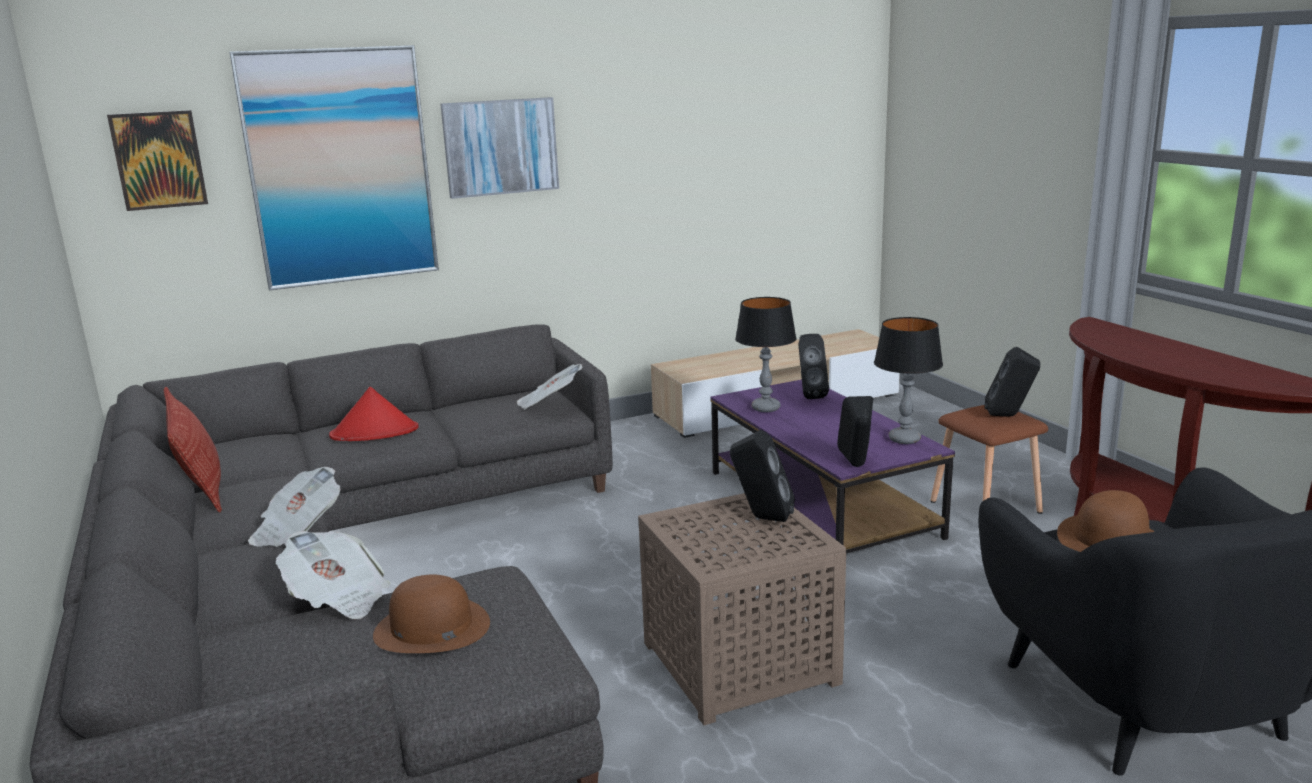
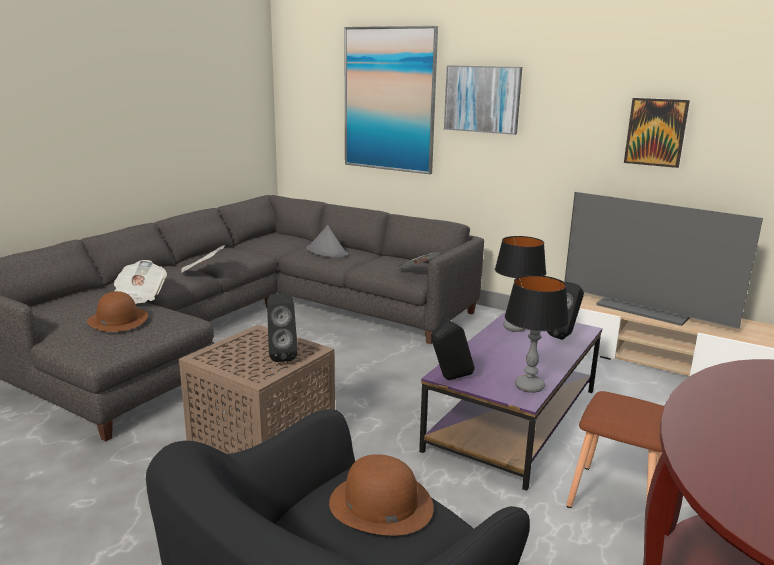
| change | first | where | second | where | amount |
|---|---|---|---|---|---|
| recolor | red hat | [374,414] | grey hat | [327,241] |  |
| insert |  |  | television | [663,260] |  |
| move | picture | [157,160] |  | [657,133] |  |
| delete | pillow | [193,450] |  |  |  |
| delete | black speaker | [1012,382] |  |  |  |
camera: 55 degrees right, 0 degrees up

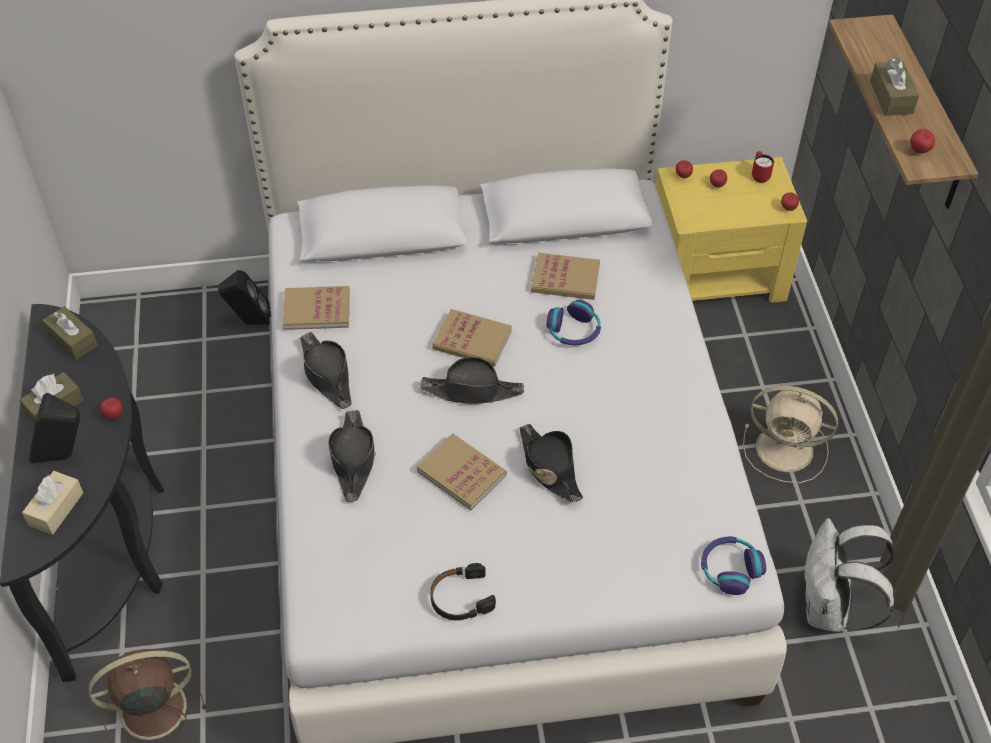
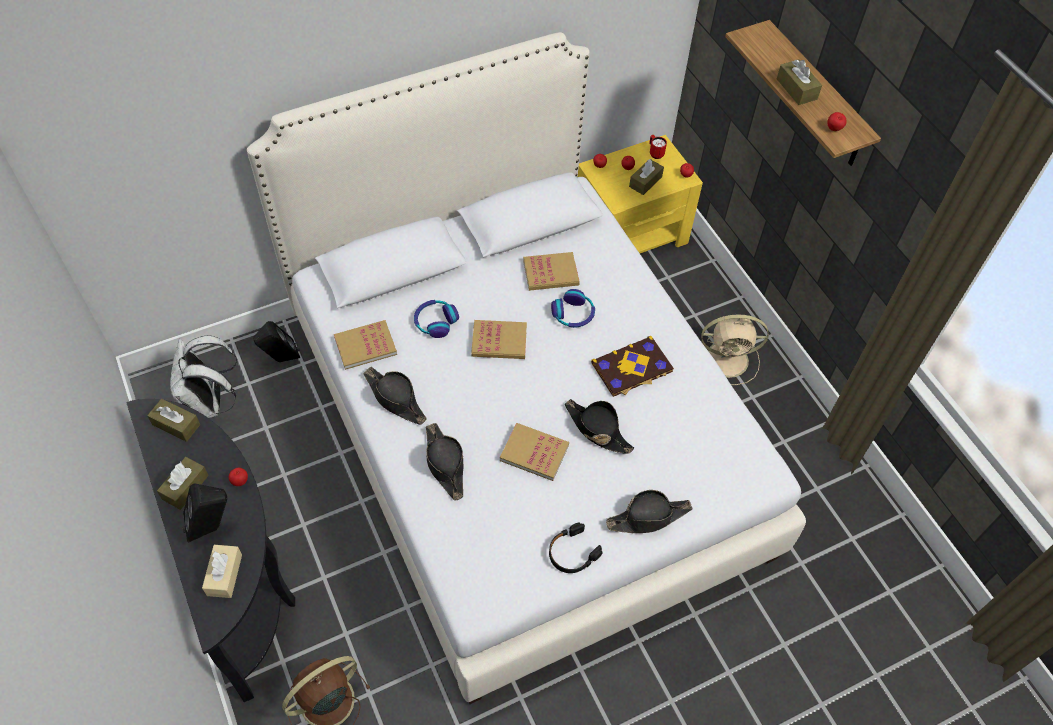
| change | first | where | second | where | amount |
|---|---|---|---|---|---|
| move | white backpack | [848,575] |  | [203,376] |  |
| move | headphones | [733,565] |  | [436,319] |  |
| insert |  |  | book | [632,366] |  |
| move | black hat | [472,380] |  | [649,511] |  |
| insert |  |  | brown tissue box | [646,177] |  |
camera: 20 degrees left, 5 degrees up

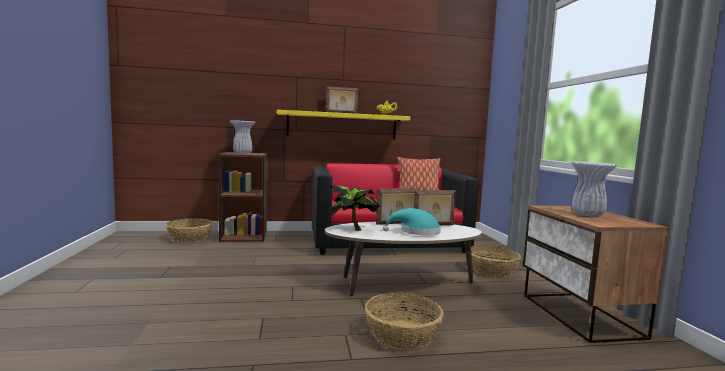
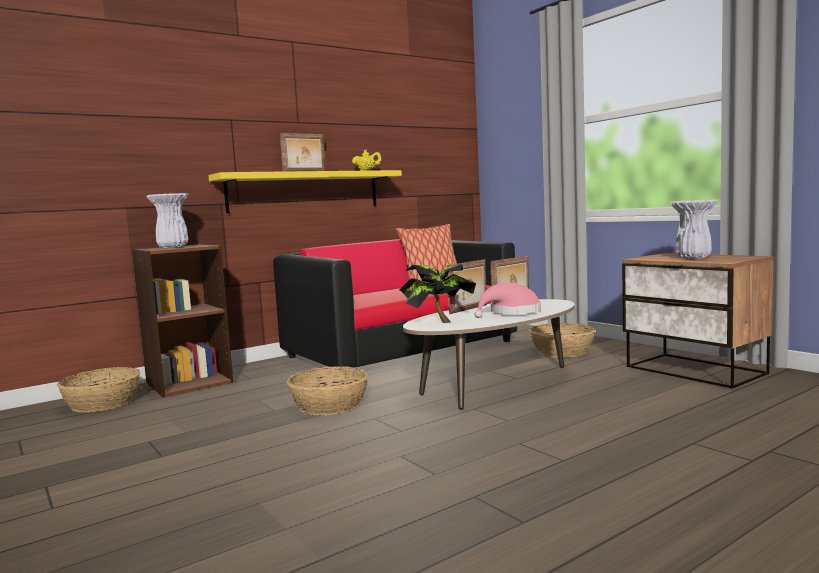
| change | first | where | second | where | amount |
|---|---|---|---|---|---|
| move | basket | [404,321] |  | [328,390] |  |
| recolor | turquoise hat | [412,221] | pink hat | [508,300] |  |
camera: 25 degrees left, 0 degrees up

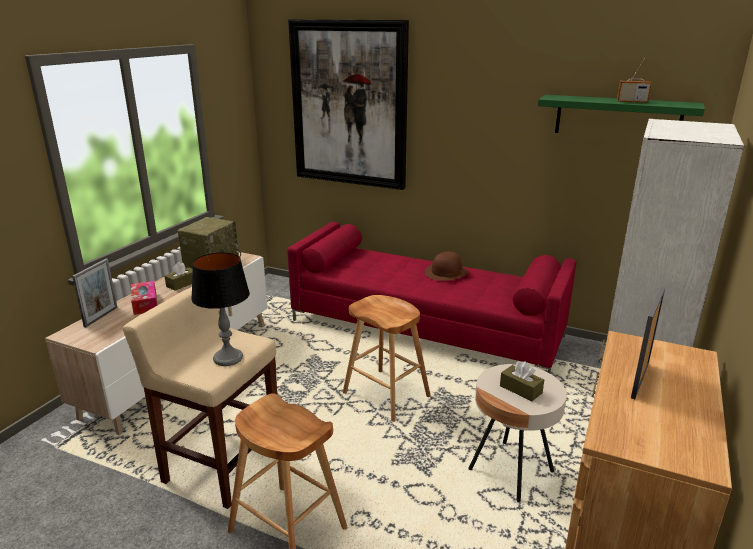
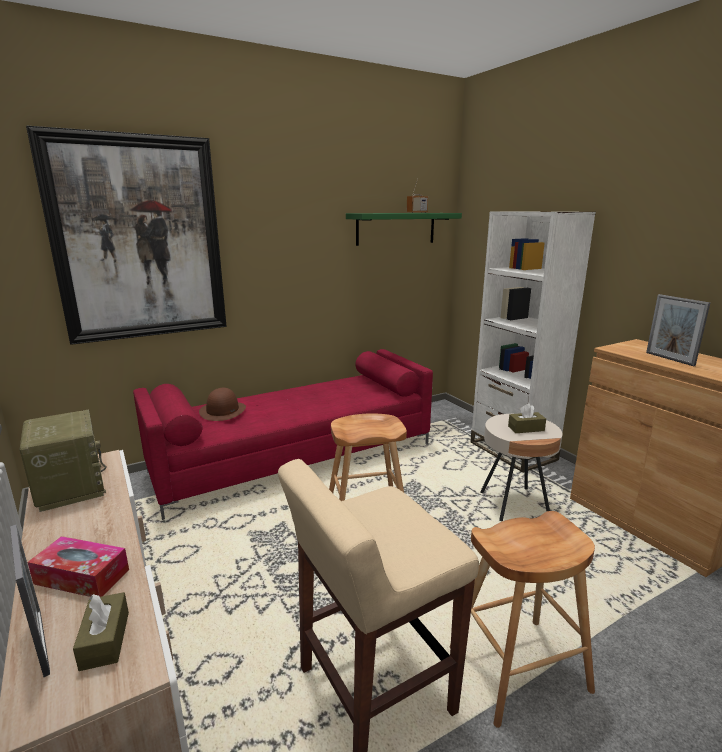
| change | first | where | second | where | amount |
|---|---|---|---|---|---|
| move | brown tissue box | [179,276] |  | [101,631] |  |
| move | brown hat | [446,266] |  | [222,404] |  |
| delete | table lamp | [220,309] |  |  |  |
camera: 55 degrees left, 5 degrees down

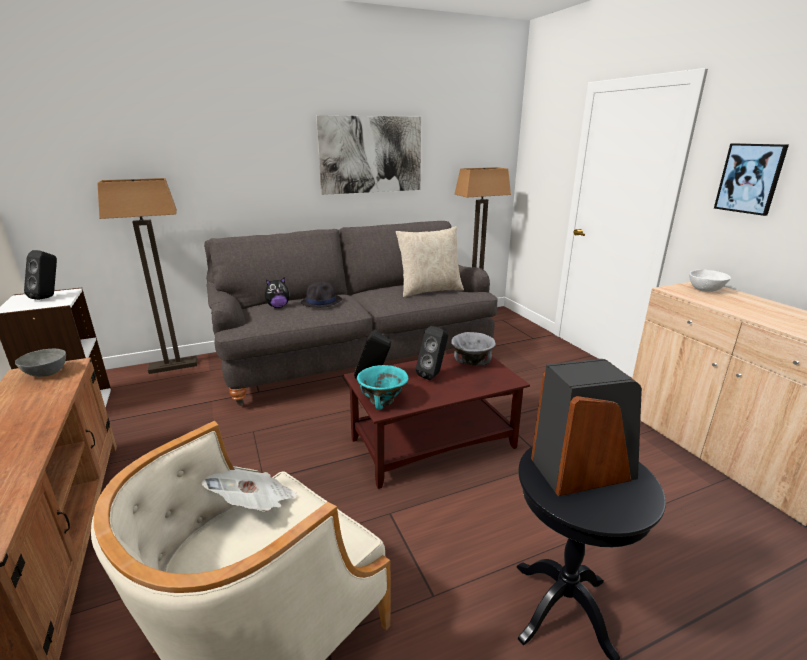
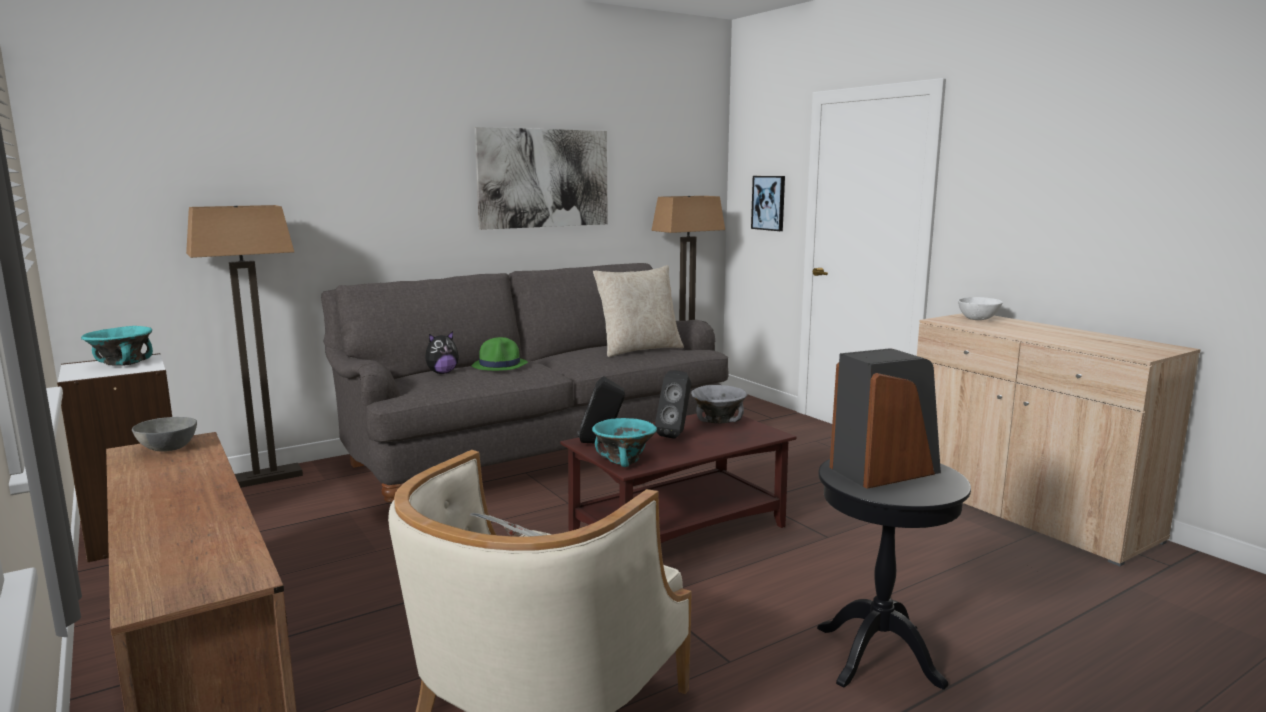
| change | first | where | second | where | amount |
|---|---|---|---|---|---|
| replace | black speaker | [40,275] | turquoise bowl | [117,346] |  |
| recolor | black hat | [321,294] | green hat | [500,354] |  |
| move | picture | [751,179] |  | [768,203] |  |
camera: 10 degrees left, 10 degrees down

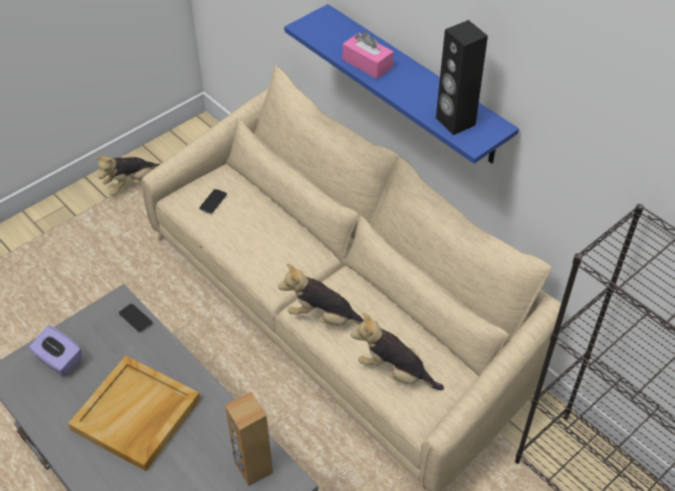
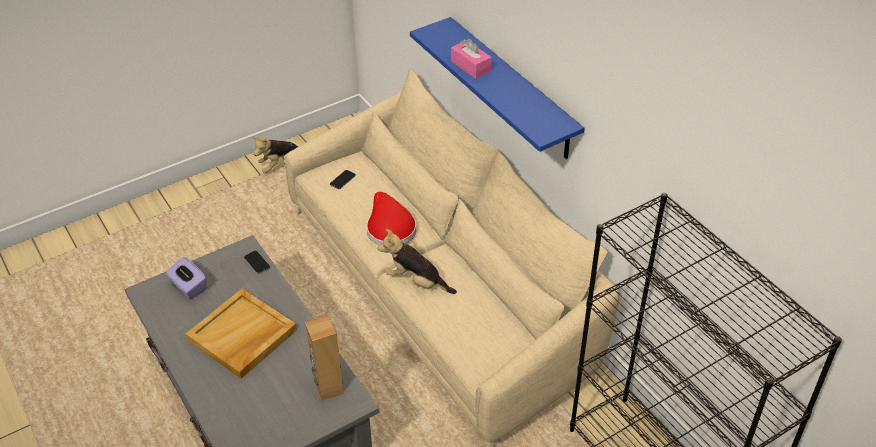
| change | first | where | second | where | amount |
|---|---|---|---|---|---|
| insert |  |  | red hat | [391,218] |  |
| delete | plush toy | [397,351] |  |  |  |
| delete | black speaker | [462,77] |  |  |  |
camera: 10 degrees right, 5 degrees down

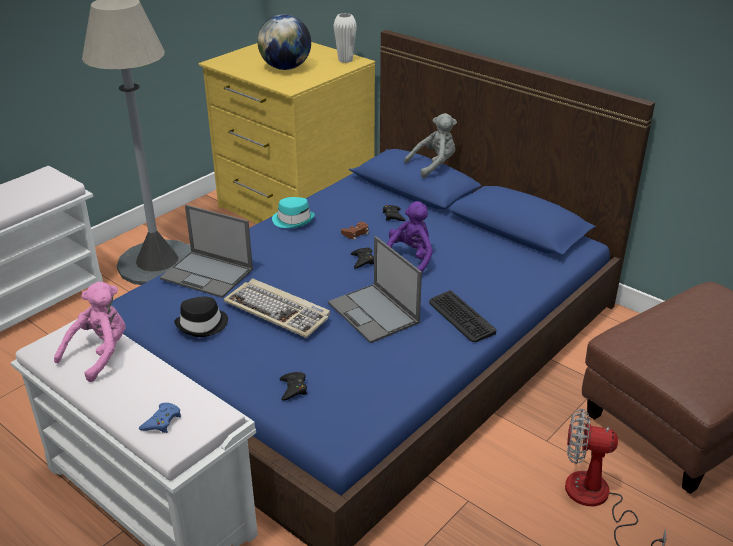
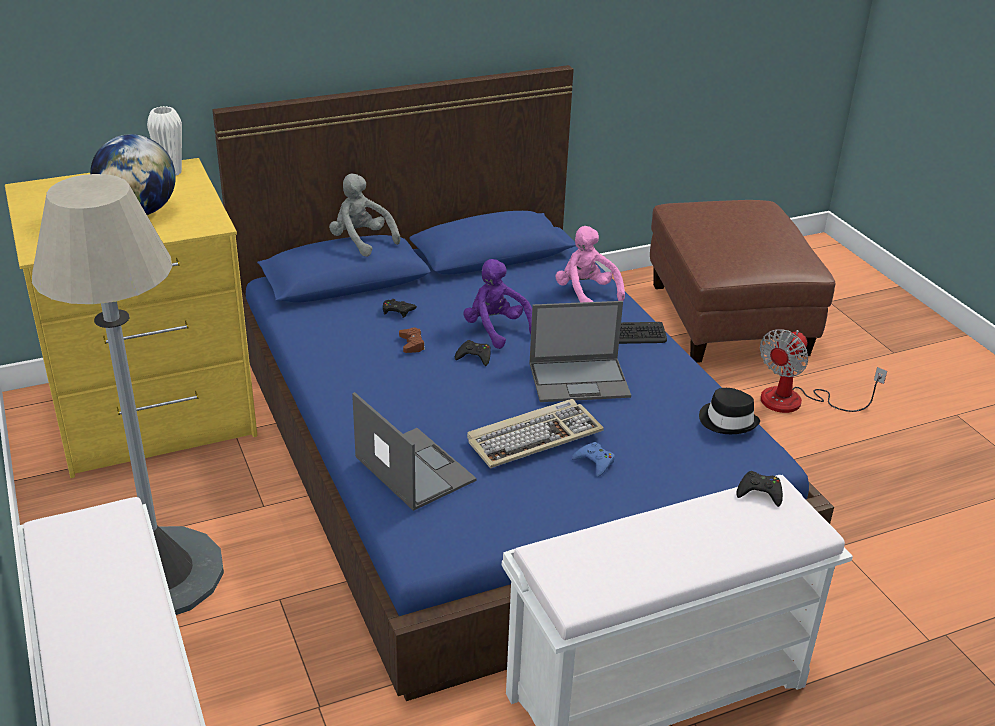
| change | first | where | second | where | amount |
|---|---|---|---|---|---|
| rotate | grey plush toy | [430,145] |  | [364,215] | 45 degrees counterclockwise |
| rotate | laptop | [206,251] |  | [414,451] | 90 degrees counterclockwise |
| move | pink plush toy | [90,332] |  | [590,264] |  |
| move | blue game controller | [160,418] |  | [593,459] |  |
| move | black hat | [201,317] |  | [729,411] |  |
| move | black game controller | [293,386] |  | [759,489] |  |
| delete | turquoise hat | [293,212] |  |  |  |
camera: 65 degrees left, 0 degrees up

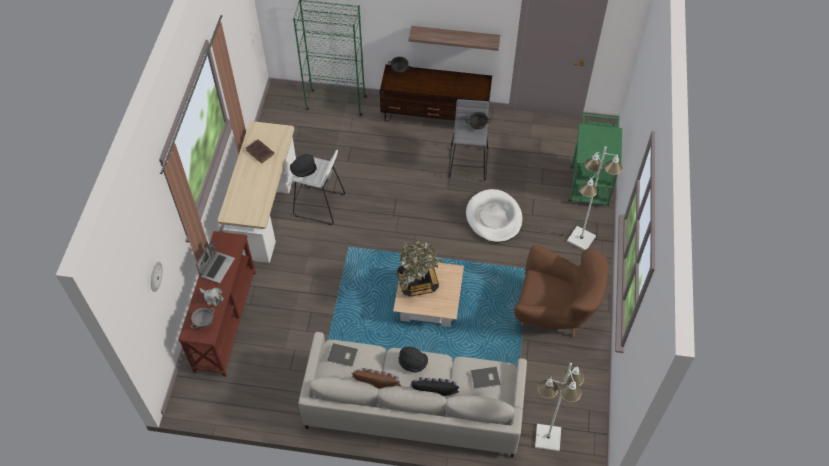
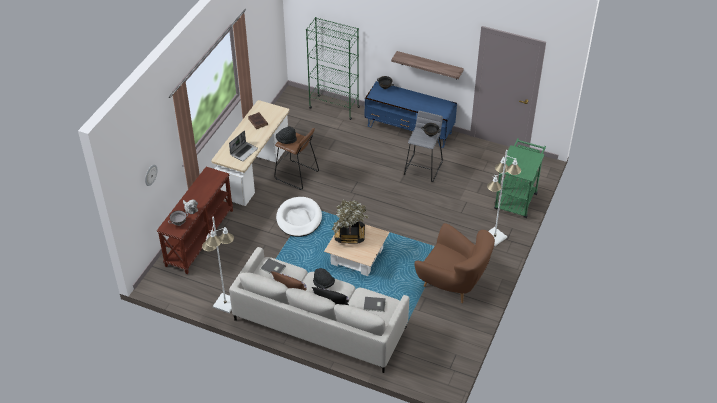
| change | first | where | second | where | amount |
|---|---|---|---|---|---|
| move | white floor lamp | [559,407] |  | [218,265] |  |
| move | laptop | [215,261] |  | [243,145] |  |
| recolor | white stool | [318,187] | brown stool | [296,159] |  |
| move | white dog bed | [494,216] |  | [299,217] |  |
| recolor | brown tv stand | [436,92] | blue tv stand | [411,114] |  |
camera: 15 degrees right, 10 degrees down

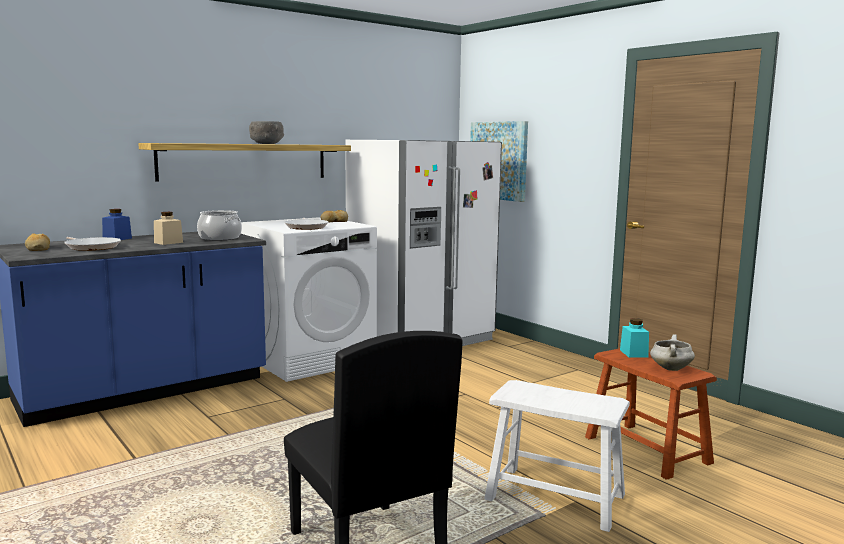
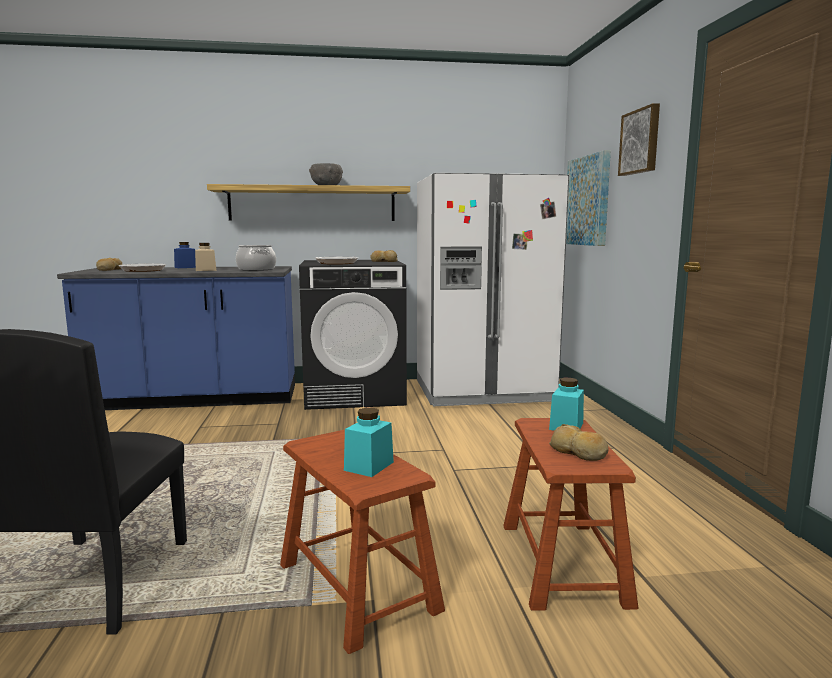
| change | first | where | second | where | amount |
|---|---|---|---|---|---|
| recolor | white stool | [557,456] | brown stool | [362,542] |  |
| recolor | white washing machine | [309,299] | black washing machine | [353,335] |  |
| insert |  |  | turquoise jar | [369,442] |  |
| replace | white cooking pot | [672,352] | bread | [578,442] |  |
| insert |  |  | picture | [639,139] |  |
camera: 30 degrees right, 0 degrees up

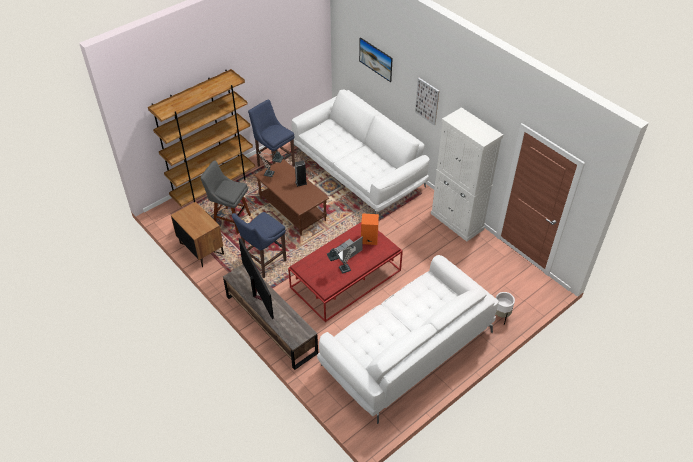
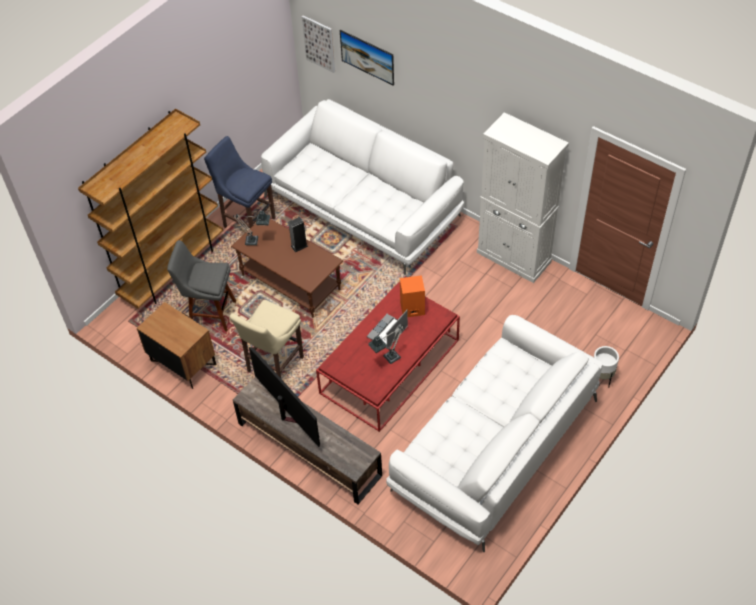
| change | first | where | second | where | amount |
|---|---|---|---|---|---|
| recolor | blue stool | [259,245] | beige stool | [267,339] |  |
| move | picture | [427,101] |  | [318,44] |  |
camera: 10 degrees left, 5 degrees up

